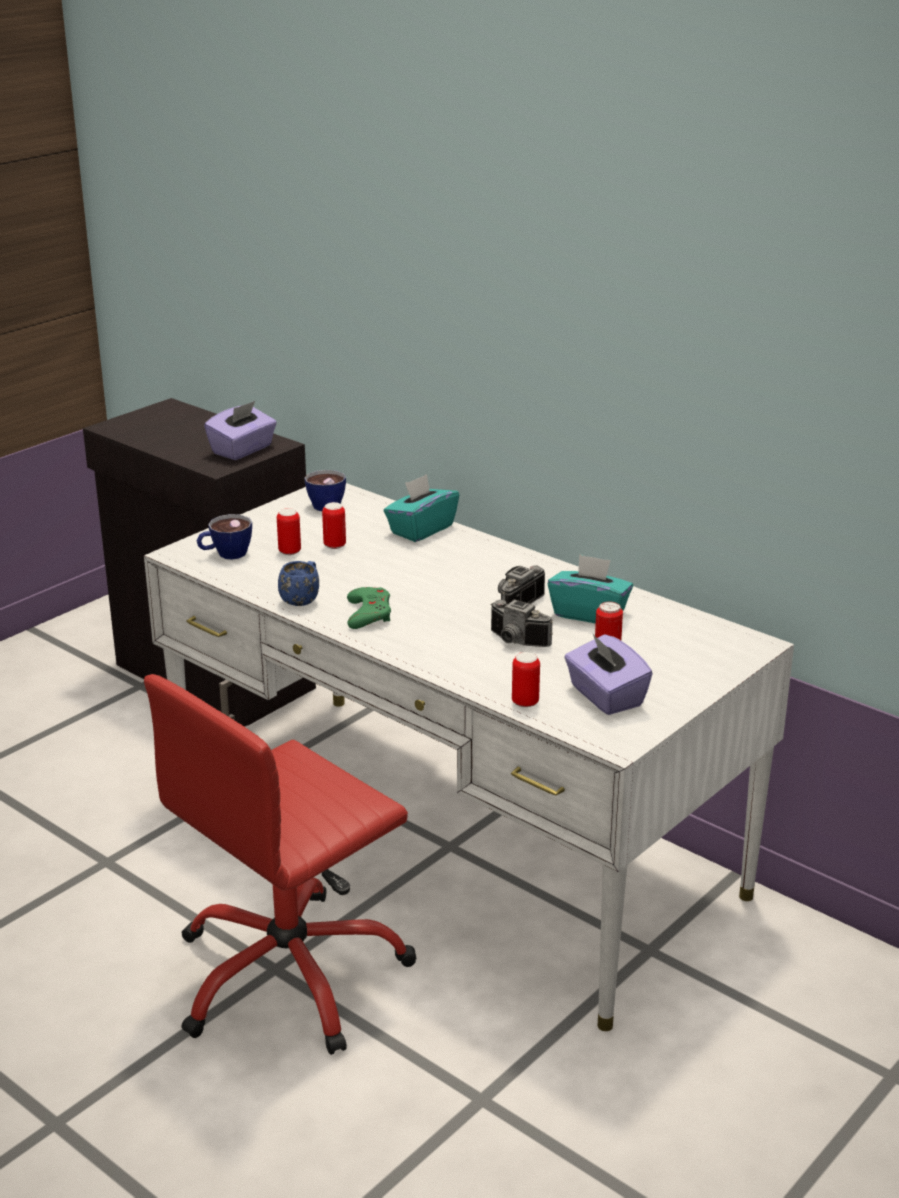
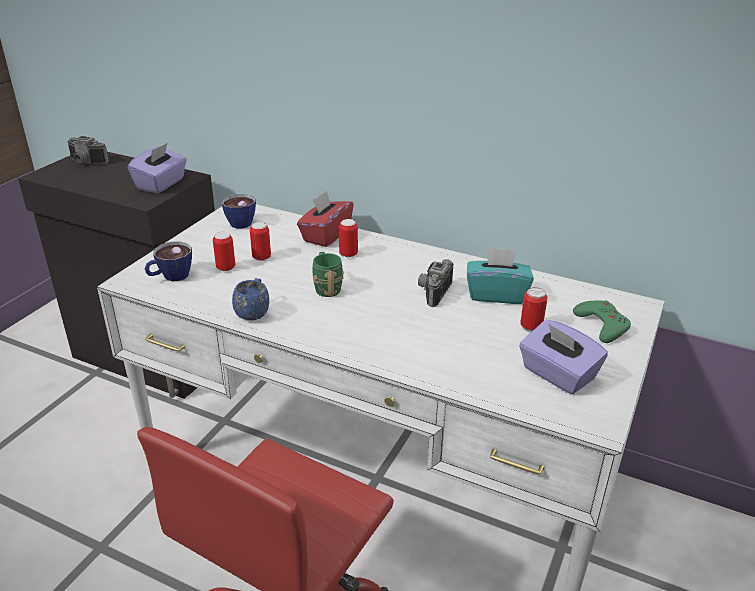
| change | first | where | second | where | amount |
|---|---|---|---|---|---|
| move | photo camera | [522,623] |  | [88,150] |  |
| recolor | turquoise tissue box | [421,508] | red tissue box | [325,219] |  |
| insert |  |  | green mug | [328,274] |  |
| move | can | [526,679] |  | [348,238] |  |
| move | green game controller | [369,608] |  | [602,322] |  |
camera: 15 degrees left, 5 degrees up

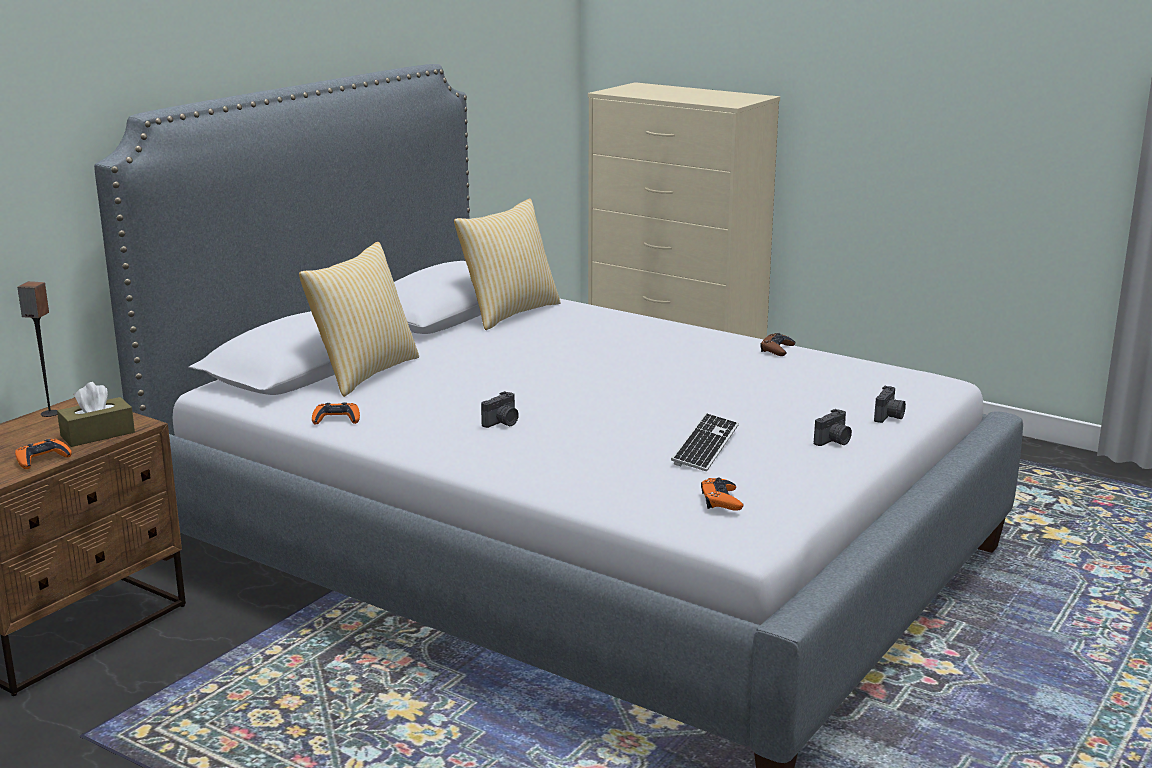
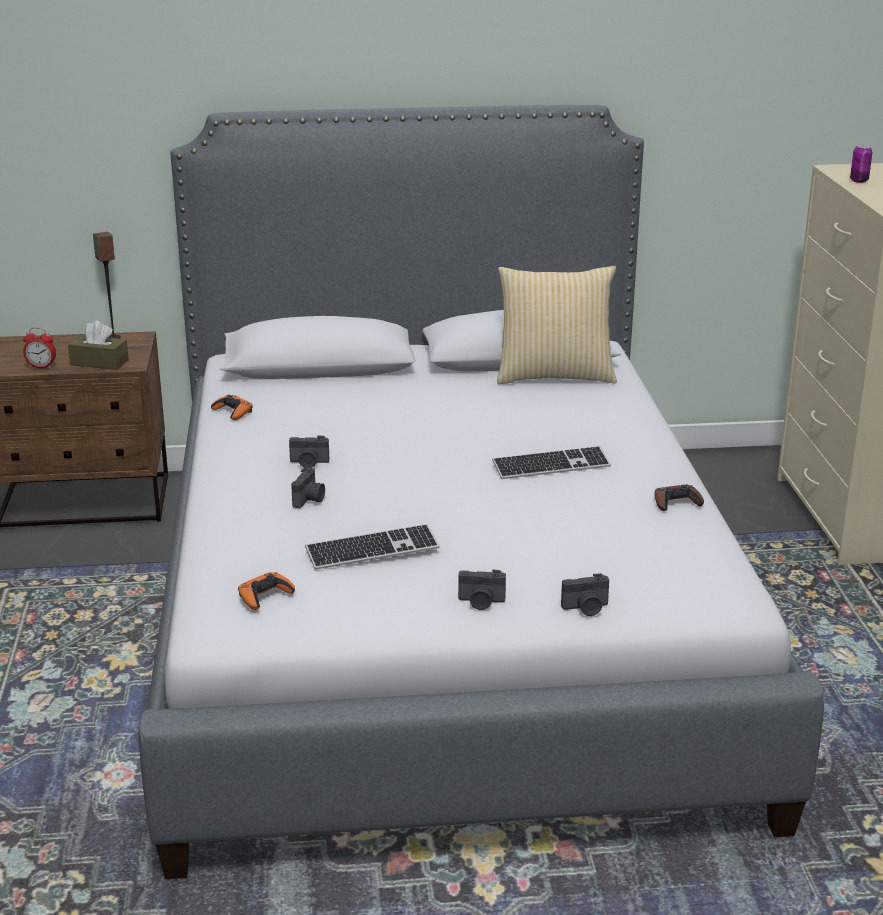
| change | first | where | second | where | amount |
|---|---|---|---|---|---|
| replace | orange game controller | [43,454] | alarm clock | [39,348] |  |
| insert |  |  | photo camera | [308,488] |  |
| insert |  |  | keyboard | [551,462] |  |
| insert |  |  | can | [861,163] |  |
| delete | pillow | [359,319] |  |  |  |
camera: 50 degrees right, 5 degrees up

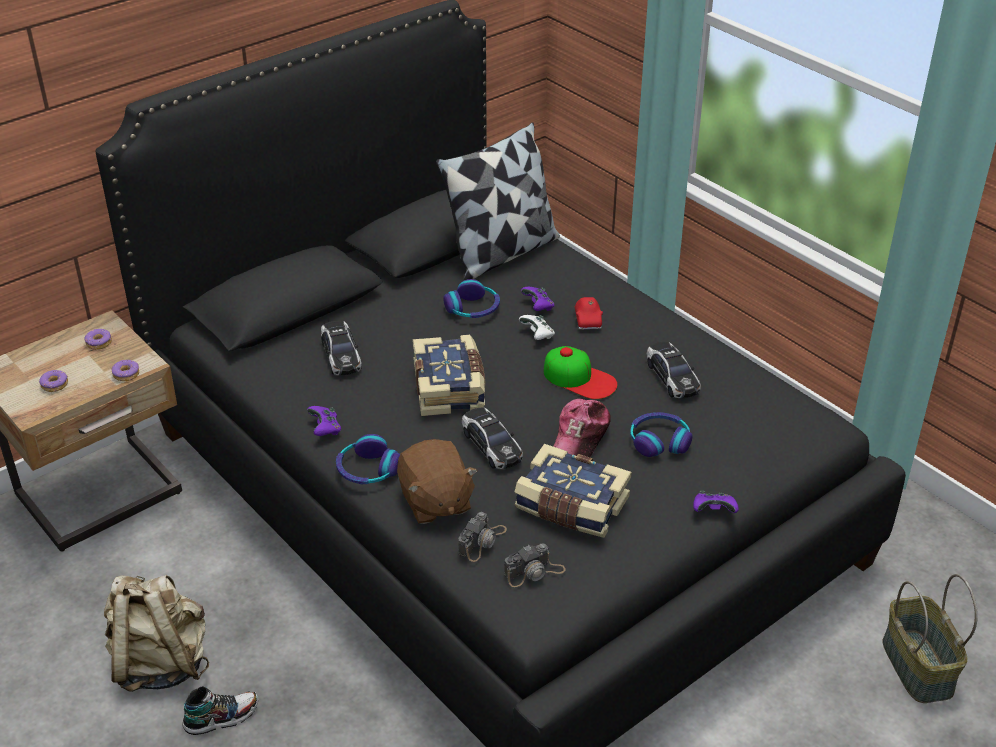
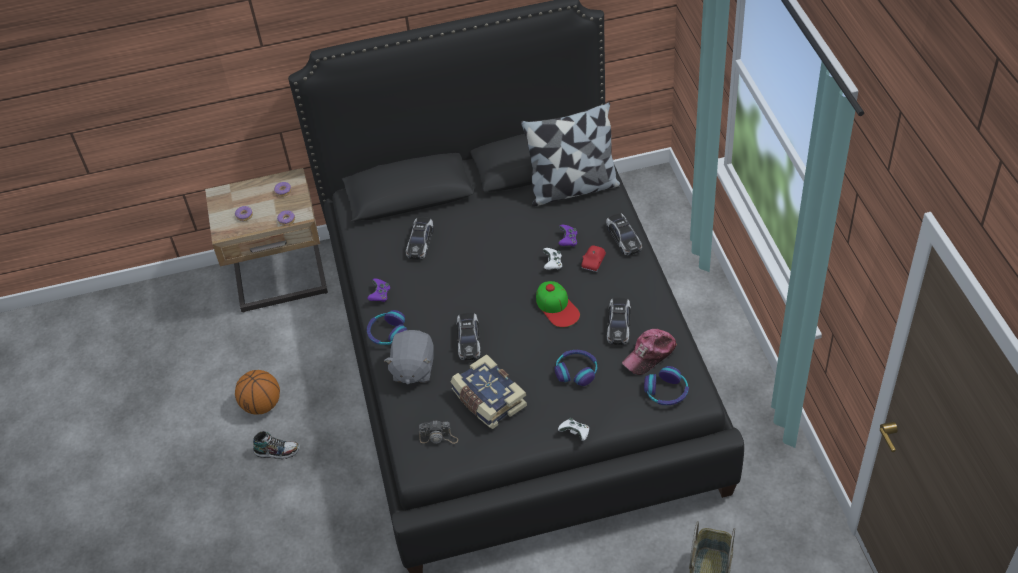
| change | first | where | second | where | amount |
|---|---|---|---|---|---|
| replace | beige backpack | [156,633] | basketball | [257,392] |  |
| recolor | brown plush toy | [437,481] | grey plush toy | [409,357] |  |
| recolor | purple game controller | [716,502] | white game controller | [573,429] |  |
| insert |  |  | toy car | [624,234] |  |
| move | cap | [582,428] |  | [649,352] |  |
| move | headphones | [471,298] |  | [666,385] |  |
| delete | book | [449,375] |  |  |  |
| delete | photo camera | [482,537] |  |  |  |
camera: 30 degrees right, 10 degrees up

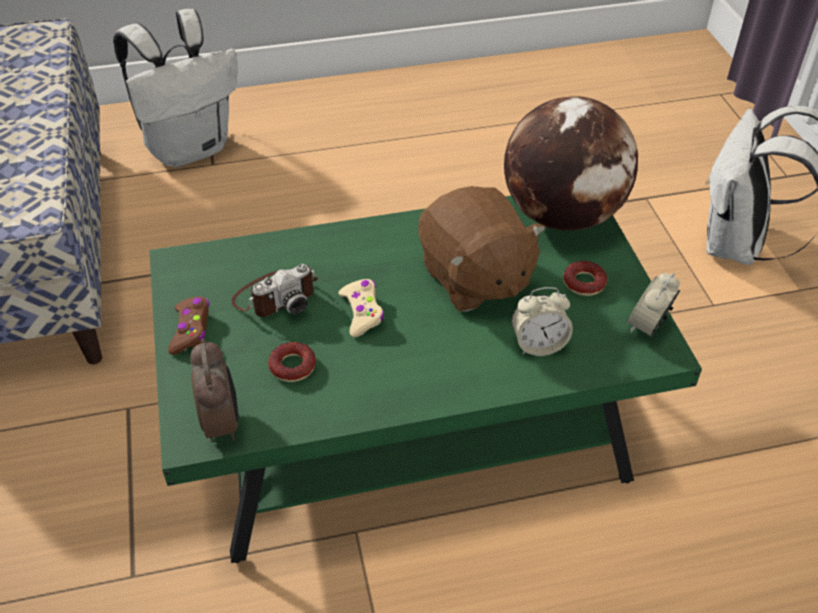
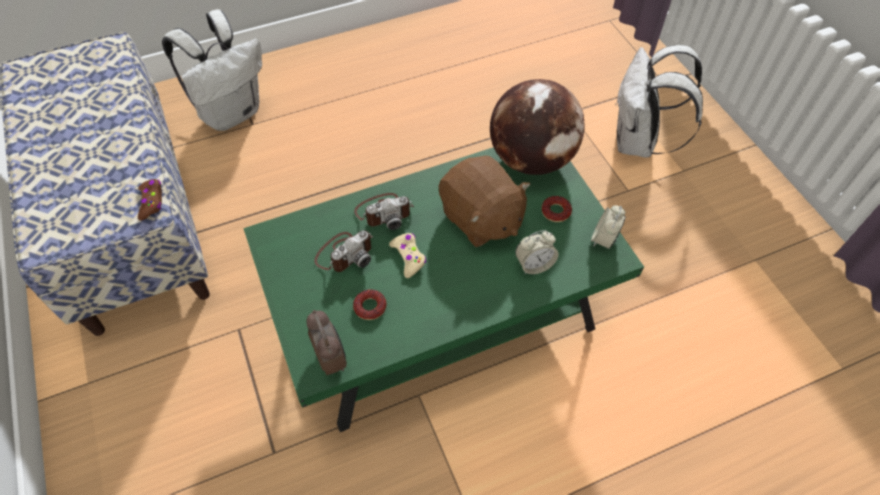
| change | first | where | second | where | amount |
|---|---|---|---|---|---|
| move | brown game controller | [189,325] |  | [150,199] |  |
| insert |  |  | photo camera | [384,211] |  |
camera: 10 degrees left, 10 degrees up

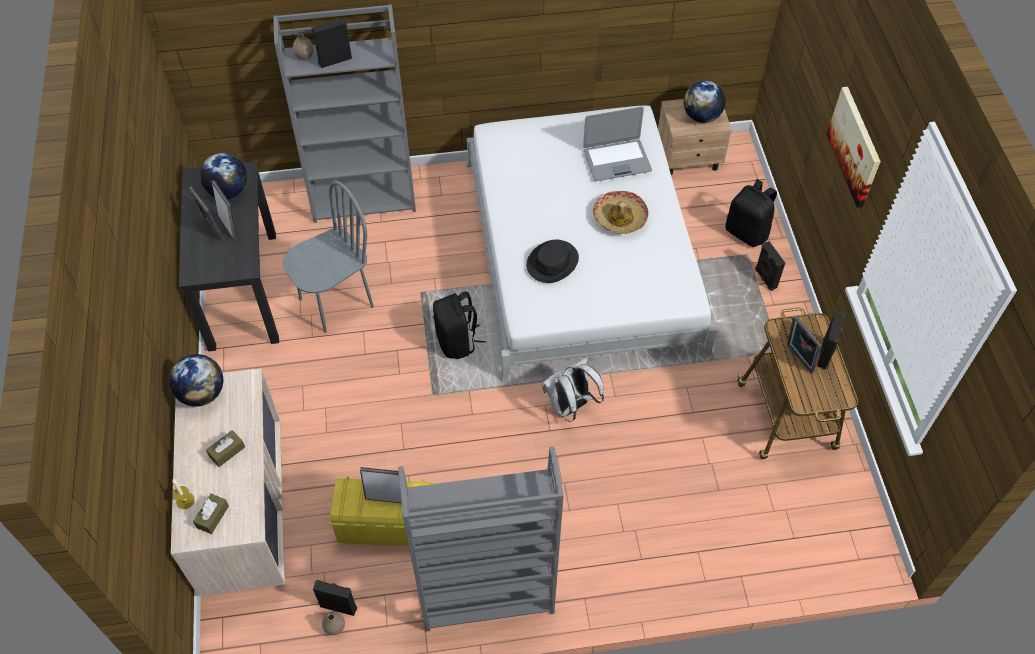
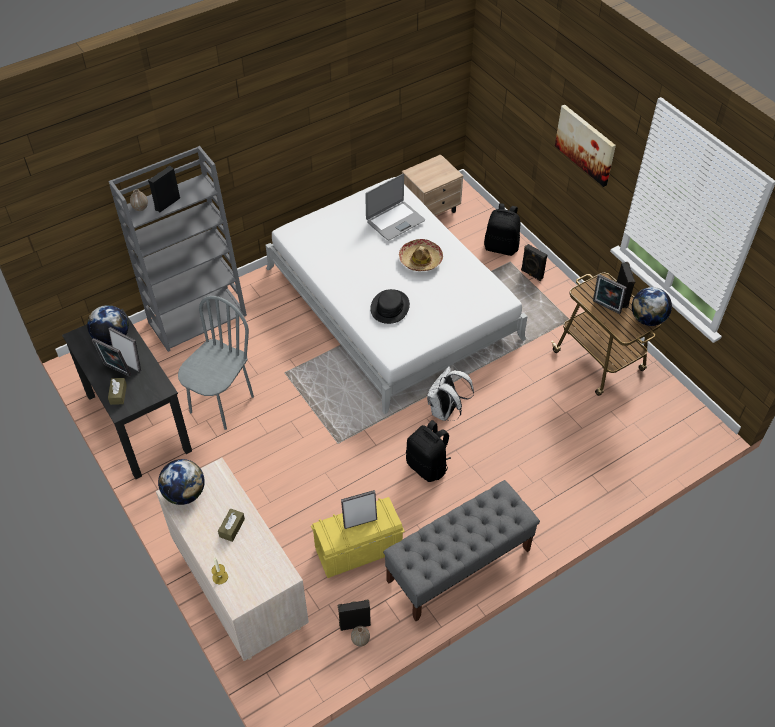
| change | first | where | second | where | amount |
|---|---|---|---|---|---|
| move | brown tissue box | [211,514] |  | [117,391] |  |
| replace | grey bookcase | [481,539] | grey bench | [461,550] |  |
| move | black backpack | [459,325] |  | [428,451] |  |
| move | globe | [705,102] |  | [652,306] |  |
camera: 25 degrees left, 5 degrees down

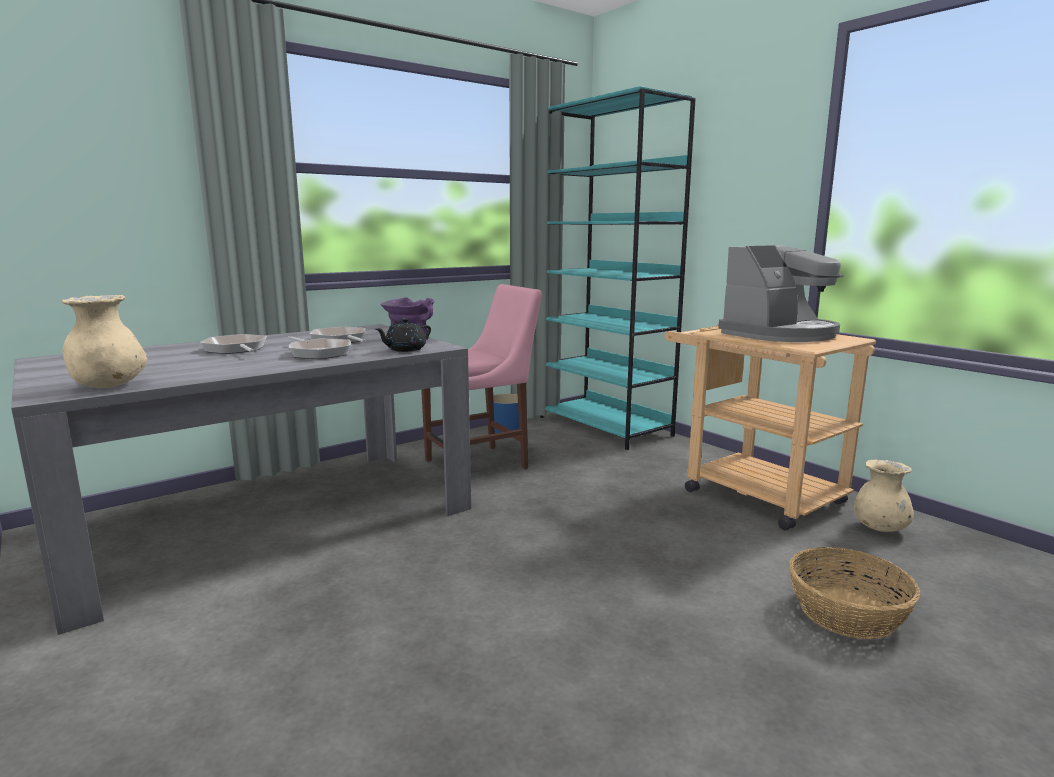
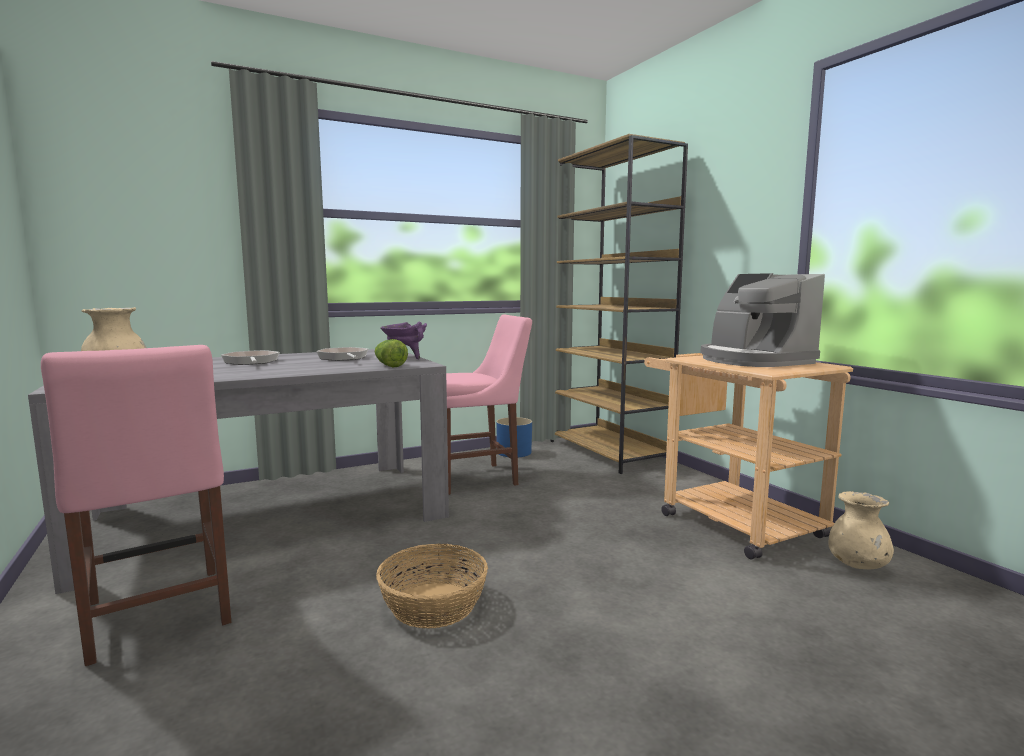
| change | first | where | second | where | amount |
|---|---|---|---|---|---|
| insert |  |  | pink chair | [136,505] |  |
| replace | black teapot | [403,335] | lettuce | [391,353] |  |
| move | basket | [854,593] |  | [432,586] |  |
| recolor | turquoise bookcase | [618,268] | brown bookcase | [619,304] |  |
| rotate | coffee machine | [780,293] |  | [762,320] | 90 degrees clockwise |
| delete | frying pan | [319,347] |  |  |  |
camera: 10 degrees right, 5 degrees down

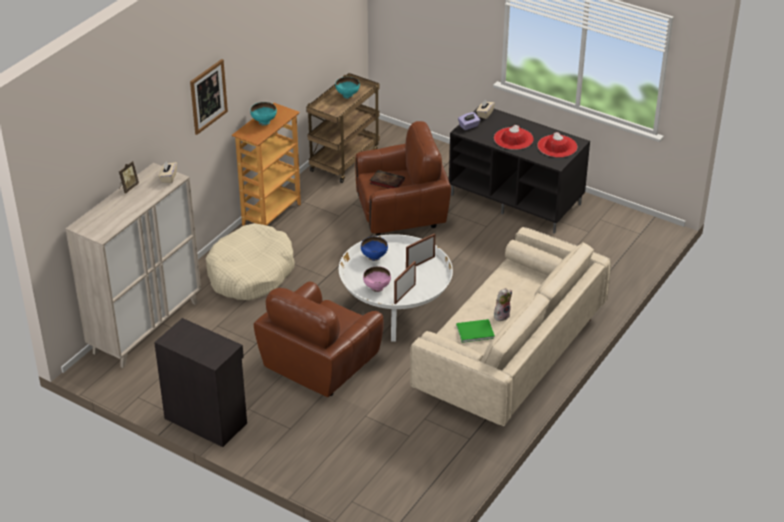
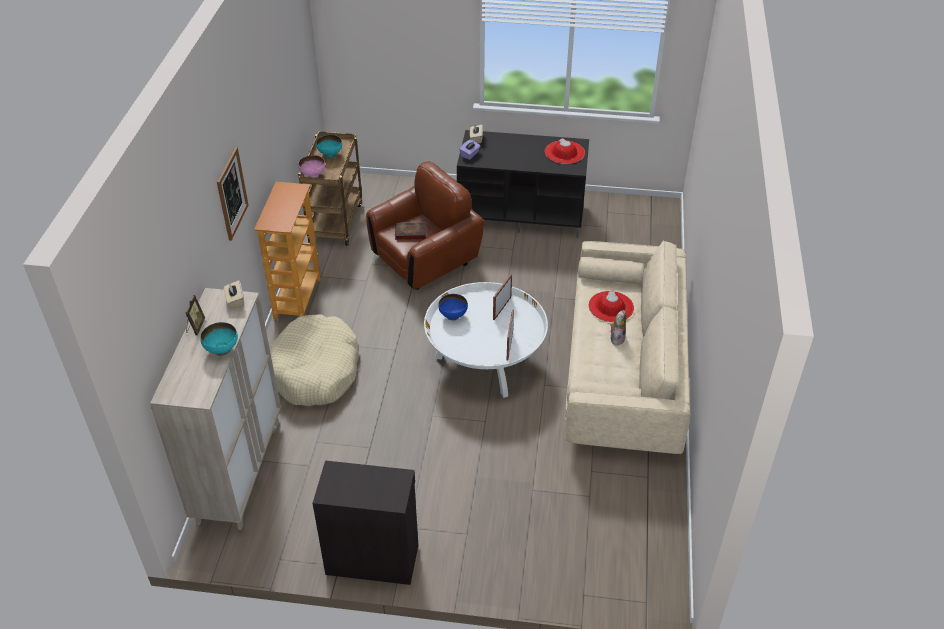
| change | first | where | second | where | amount |
|---|---|---|---|---|---|
| move | turquoise bowl | [263,113] |  | [219,339] |  |
| move | pink bowl | [377,279] |  | [311,166] |  |
| move | red hat | [514,137] |  | [611,306] |  |
| delete | brown armchair | [318,339] |  |  |  |
| delete | green book | [475,331] |  |  |  |
camera: 25 degrees left, 5 degrees up

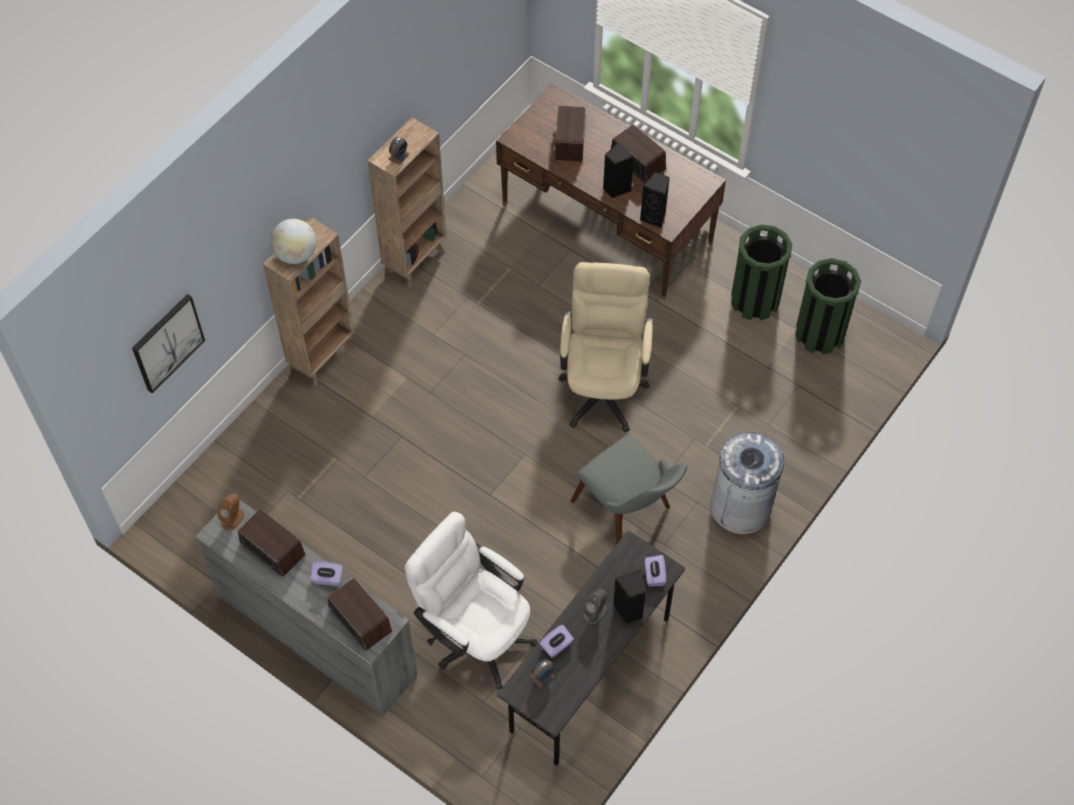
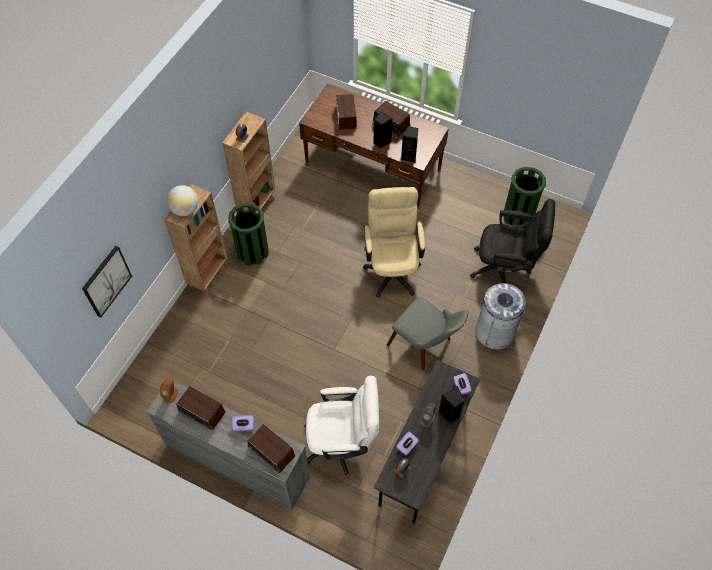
| change | first | where | second | where | amount |
|---|---|---|---|---|---|
| move | green trash can | [761,272] |  | [248,234] |  |
| rotate | white office chair | [471,600] |  | [341,425] | 150 degrees clockwise |
| insert |  |  | black office chair | [512,241] |  |
camera: 10 degrees left, 0 degrees up

